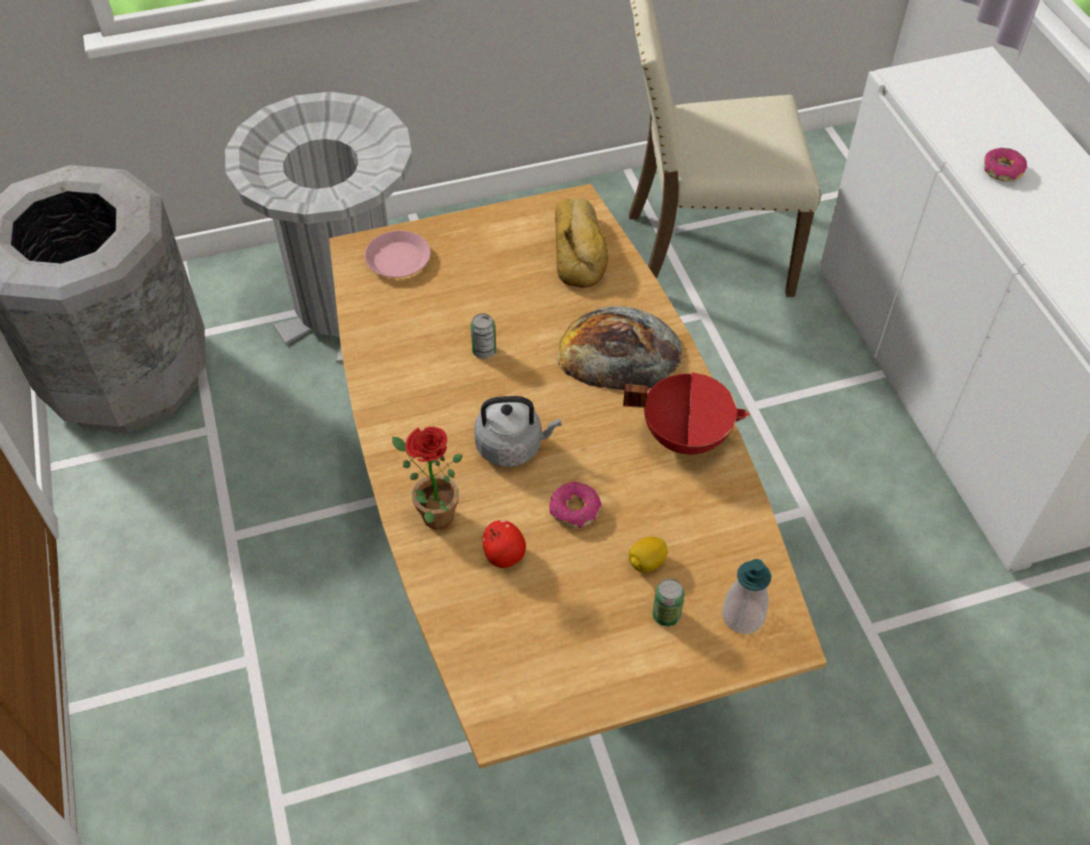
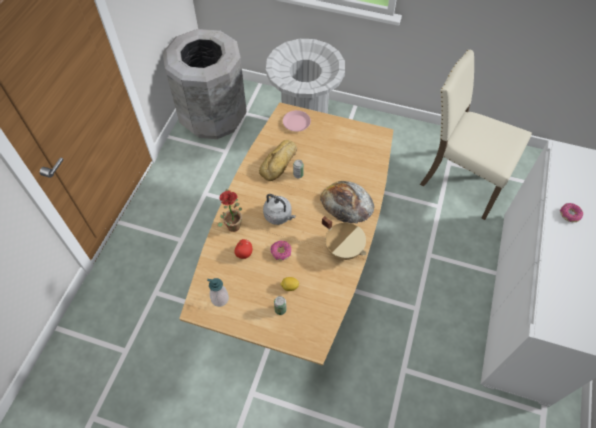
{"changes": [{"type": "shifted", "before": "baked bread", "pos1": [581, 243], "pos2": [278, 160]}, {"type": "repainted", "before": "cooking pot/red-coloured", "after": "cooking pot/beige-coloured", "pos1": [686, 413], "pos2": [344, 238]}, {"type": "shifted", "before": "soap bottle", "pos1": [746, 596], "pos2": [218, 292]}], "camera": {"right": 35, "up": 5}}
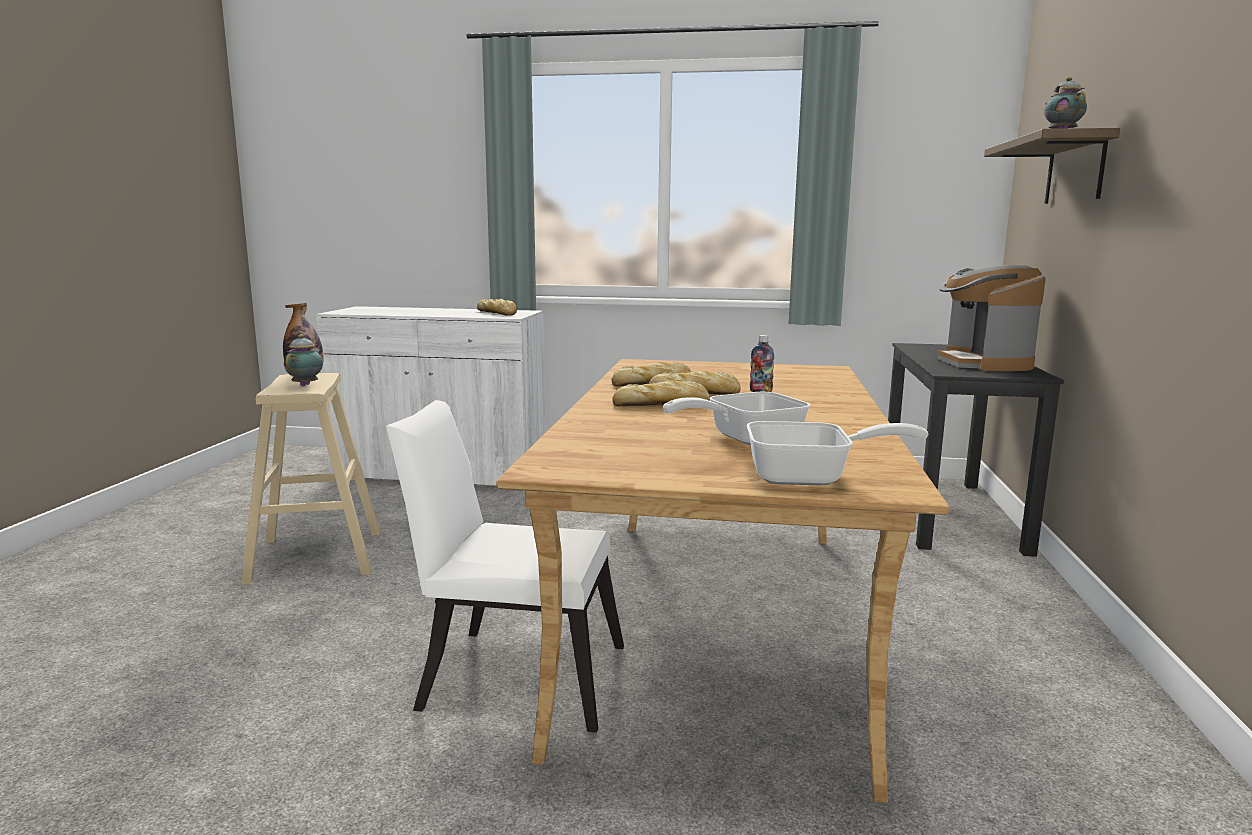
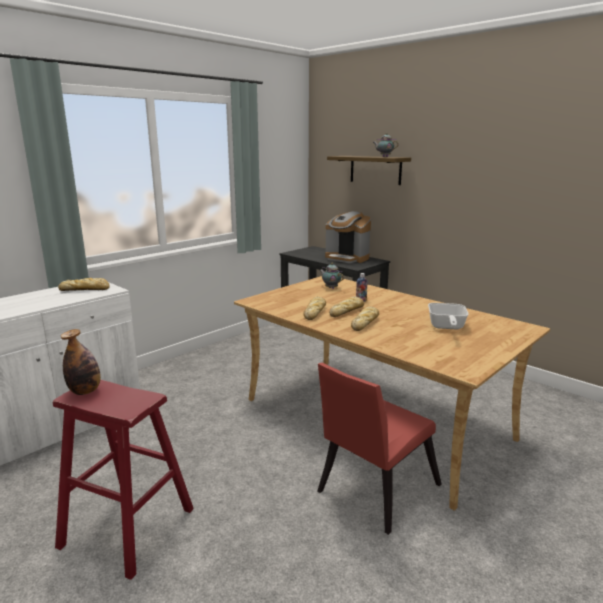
{"changes": [{"type": "repainted", "before": "sitting stool/beige-coloured", "after": "sitting stool/red-coloured", "pos1": [310, 479], "pos2": [123, 479]}, {"type": "shifted", "before": "pot for tea", "pos1": [303, 360], "pos2": [331, 276]}, {"type": "repainted", "before": "upright chair/white-coloured", "after": "upright chair/red-coloured", "pos1": [505, 566], "pos2": [379, 449]}, {"type": "gone", "before": "skillet", "pos1": [837, 453]}], "camera": {"right": -55, "up": 5}}
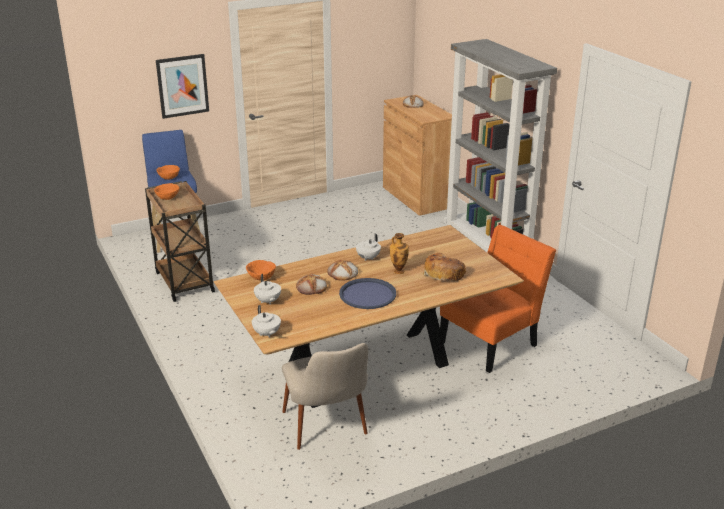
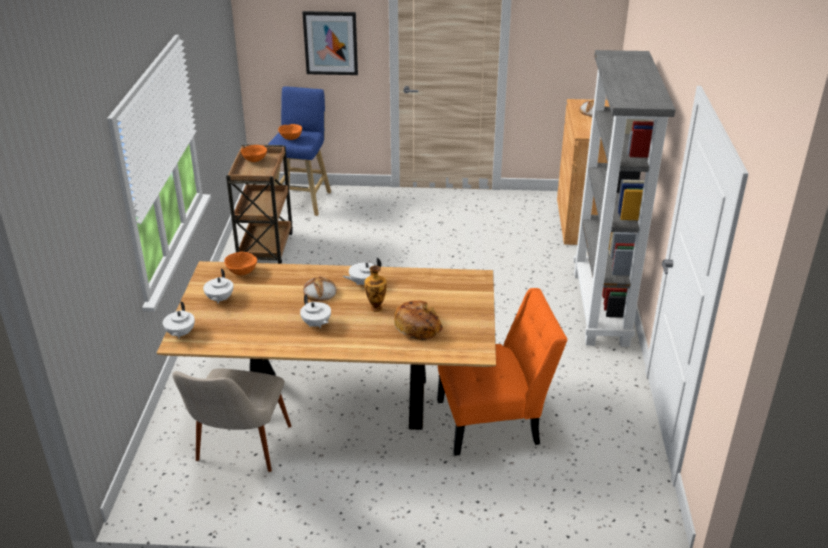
{"changes": [{"type": "gone", "before": "baked bread", "pos1": [311, 284]}, {"type": "swapped", "before": "tray/blue", "after": "pot for tea/white-coloured", "pos1": [367, 293], "pos2": [315, 311]}], "camera": {"right": 30, "up": 5}}
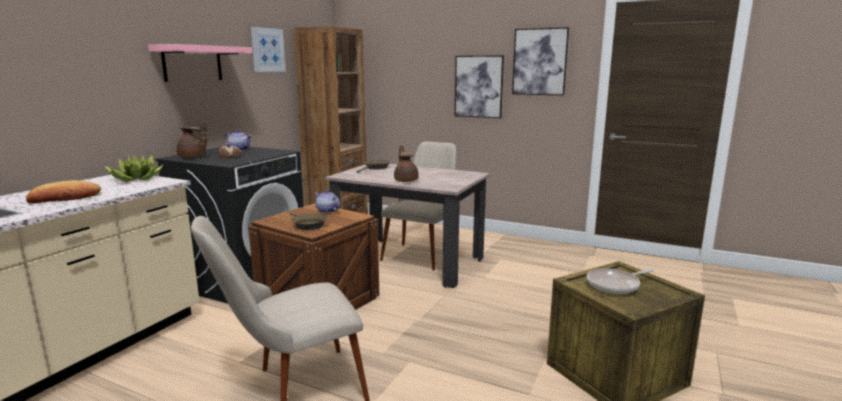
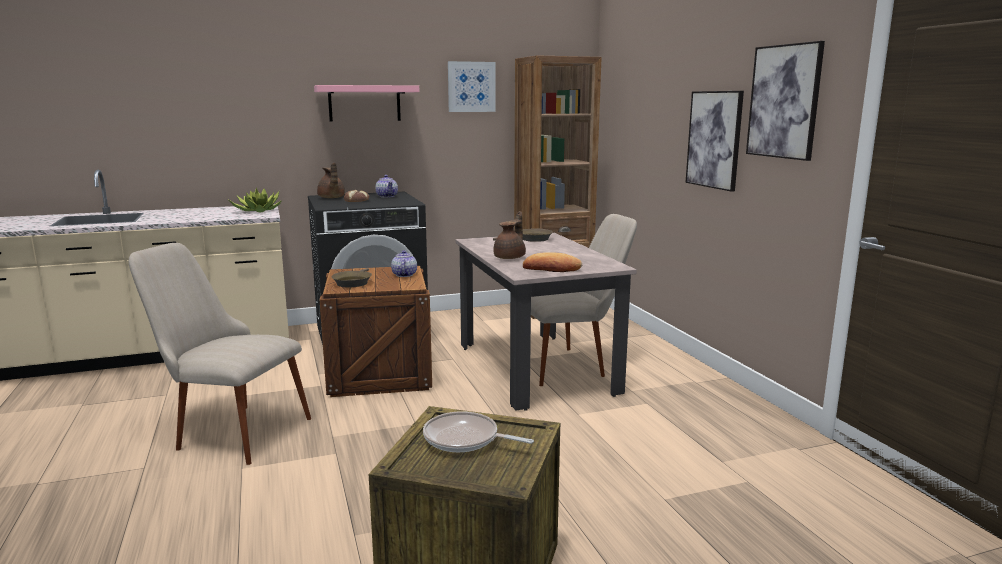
{"changes": [{"type": "shifted", "before": "baked bread", "pos1": [63, 191], "pos2": [552, 262]}], "camera": {"right": 45, "up": 0}}
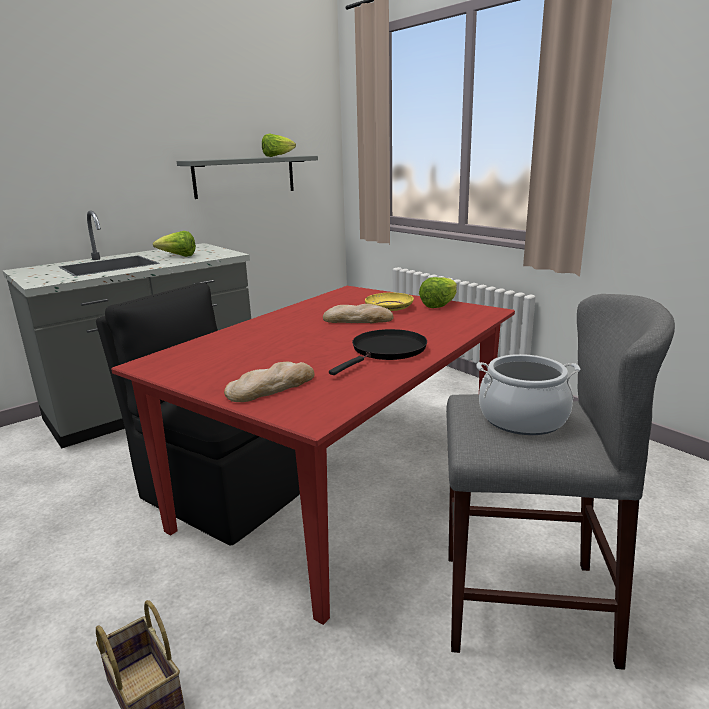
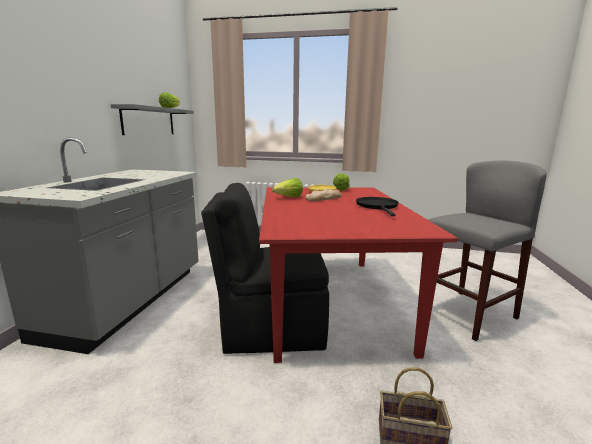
{"changes": [{"type": "shifted", "before": "head of lettuce", "pos1": [174, 244], "pos2": [287, 187]}, {"type": "gone", "before": "baked bread", "pos1": [269, 382]}, {"type": "gone", "before": "cooking pot", "pos1": [528, 394]}], "camera": {"right": -40, "up": -5}}
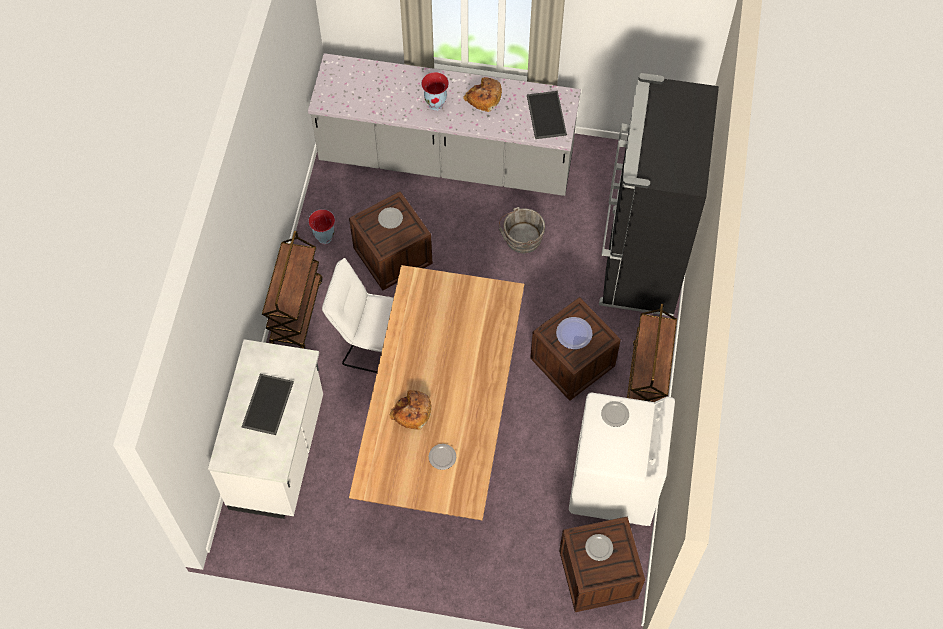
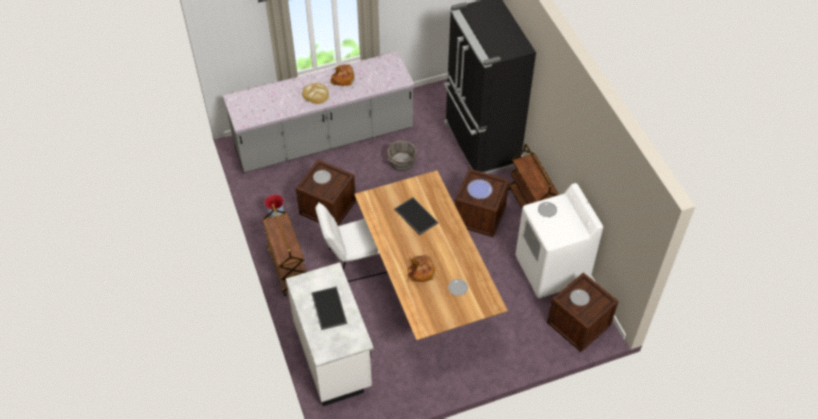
{"changes": [{"type": "swapped", "before": "decorative vase", "after": "baked bread", "pos1": [435, 91], "pos2": [315, 93]}, {"type": "shifted", "before": "tray", "pos1": [547, 115], "pos2": [416, 216]}], "camera": {"right": -30, "up": -10}}
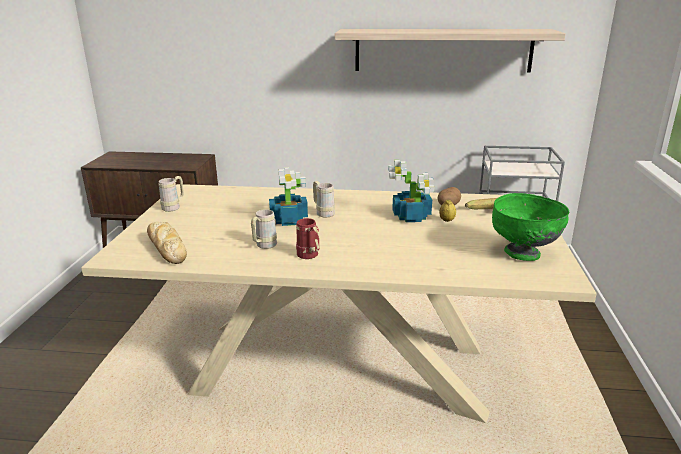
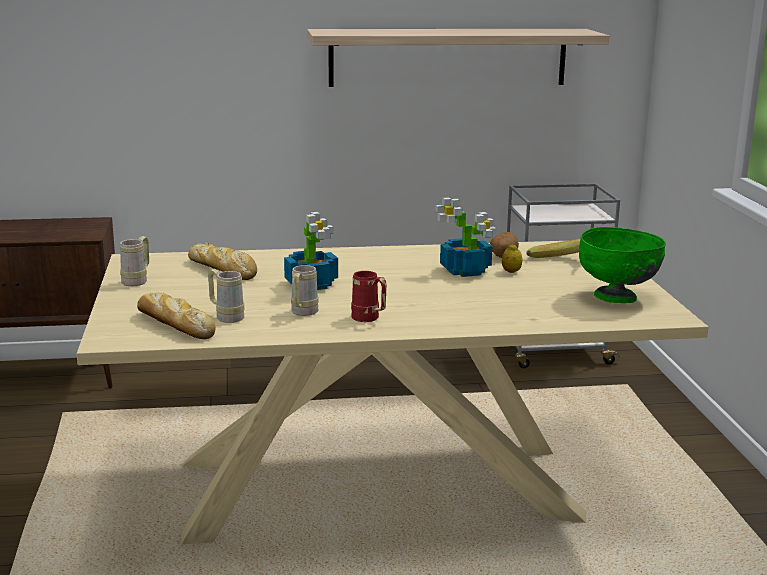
{"changes": [{"type": "shifted", "before": "mug/beige-coloured", "pos1": [324, 199], "pos2": [226, 296]}, {"type": "new", "after": "baked bread", "pos2": [222, 261]}], "camera": {"right": -15, "up": -5}}
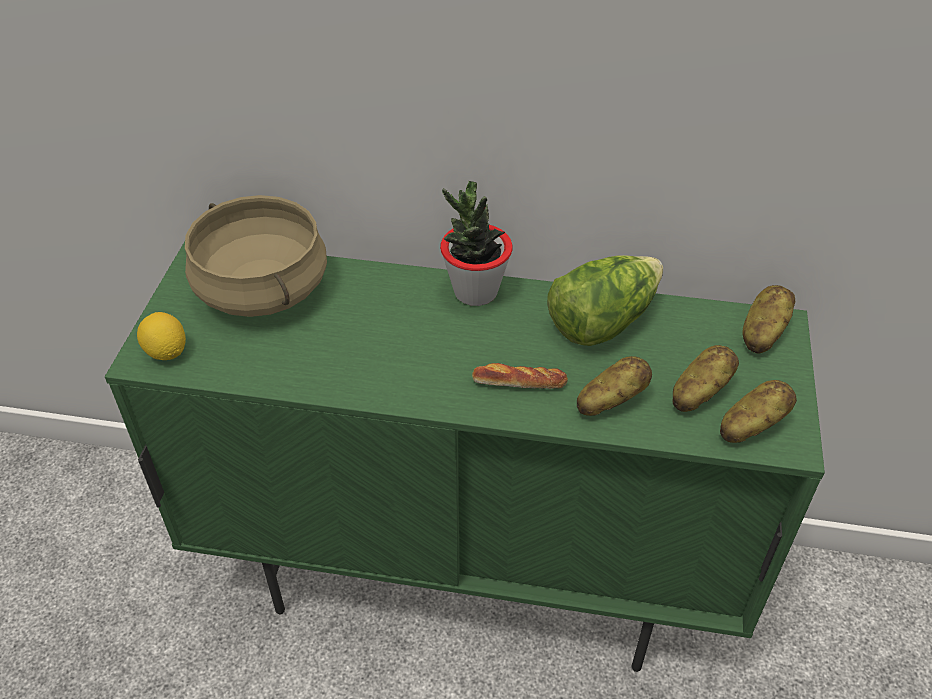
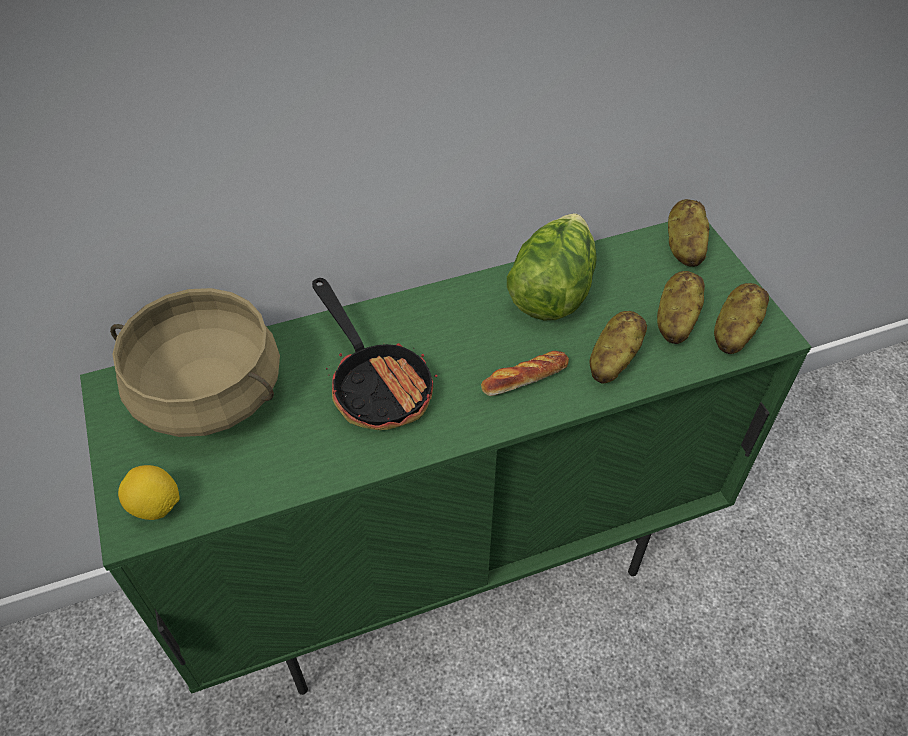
{"changes": [{"type": "gone", "before": "plant in a pot", "pos1": [476, 243]}, {"type": "new", "after": "skillet", "pos2": [375, 354]}], "camera": {"right": -30, "up": 5}}
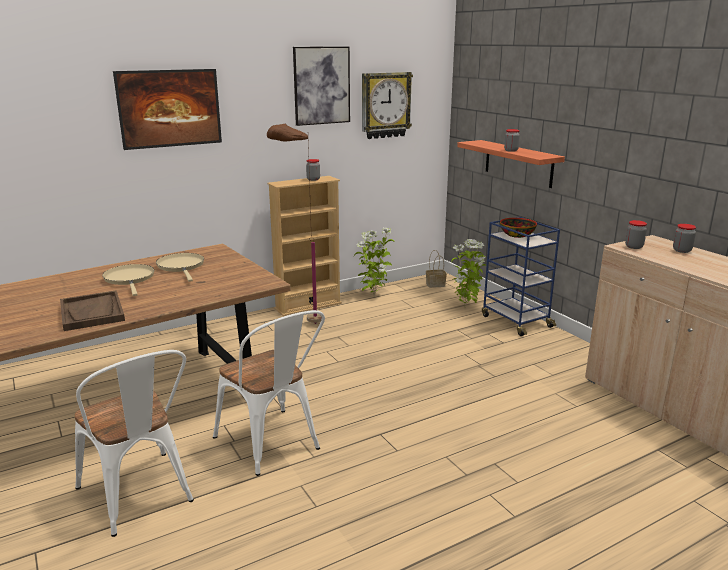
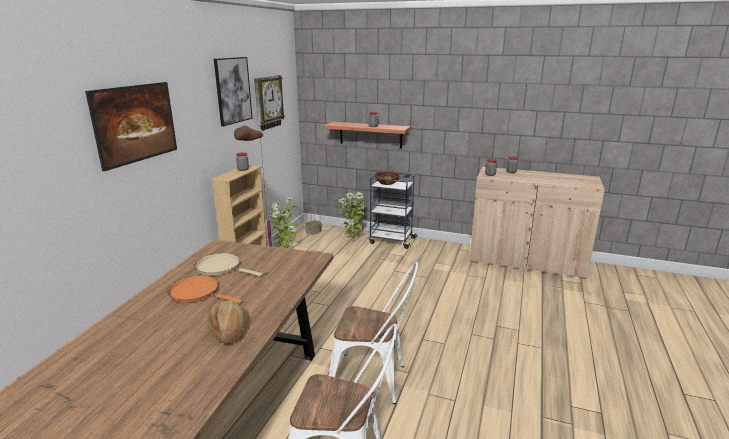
{"changes": [{"type": "swapped", "before": "tray/brown-coloured", "after": "baked bread", "pos1": [92, 310], "pos2": [226, 322]}, {"type": "repainted", "before": "skillet/beige-coloured", "after": "skillet/orange", "pos1": [128, 280], "pos2": [205, 289]}], "camera": {"right": -40, "up": 0}}
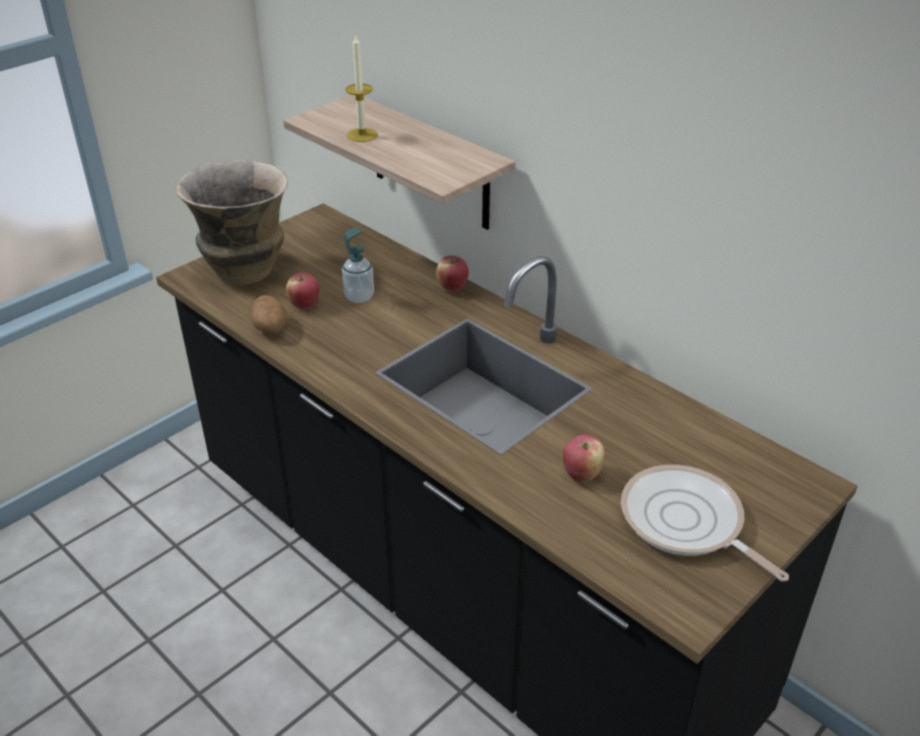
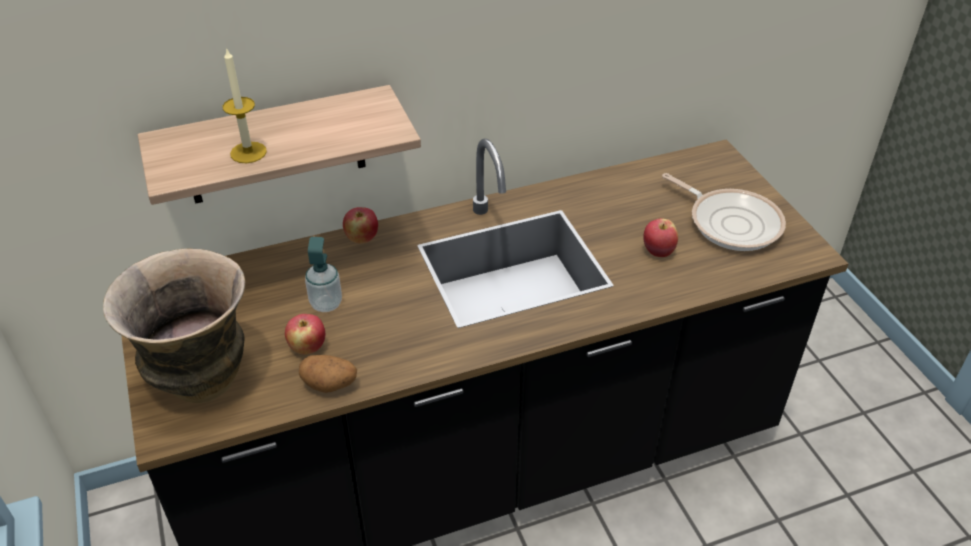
{"changes": [{"type": "rotated", "before": "skillet", "pos1": [705, 523], "pos2": [724, 212], "turn": -120}], "camera": {"right": -65, "up": 5}}
